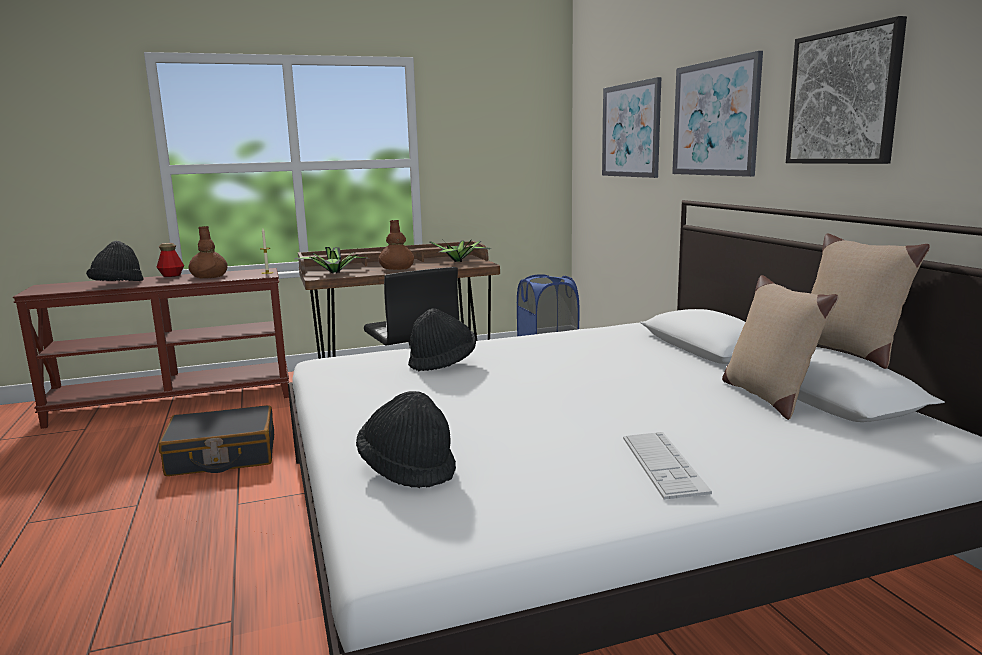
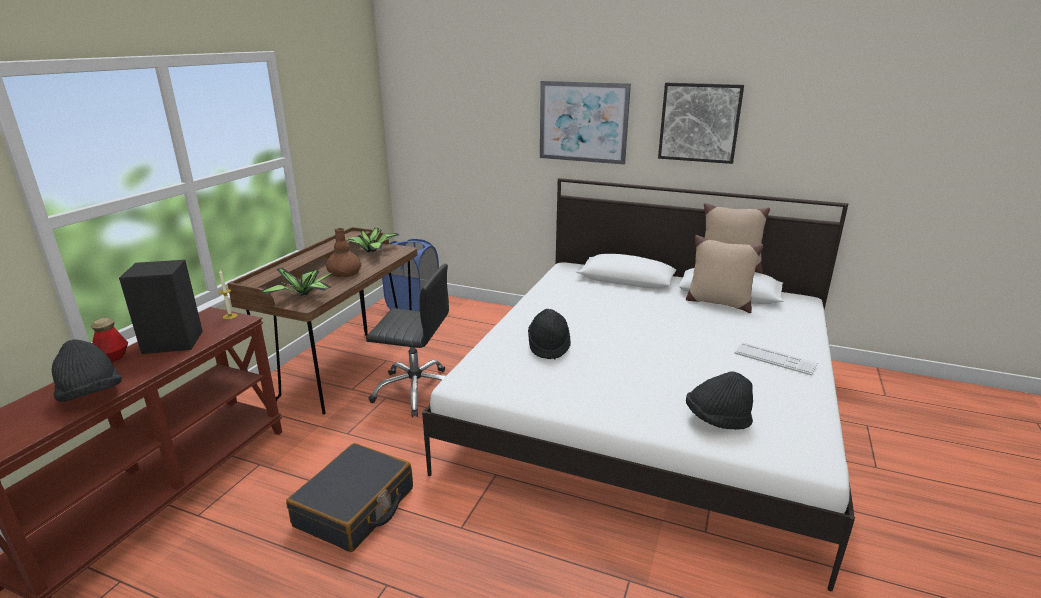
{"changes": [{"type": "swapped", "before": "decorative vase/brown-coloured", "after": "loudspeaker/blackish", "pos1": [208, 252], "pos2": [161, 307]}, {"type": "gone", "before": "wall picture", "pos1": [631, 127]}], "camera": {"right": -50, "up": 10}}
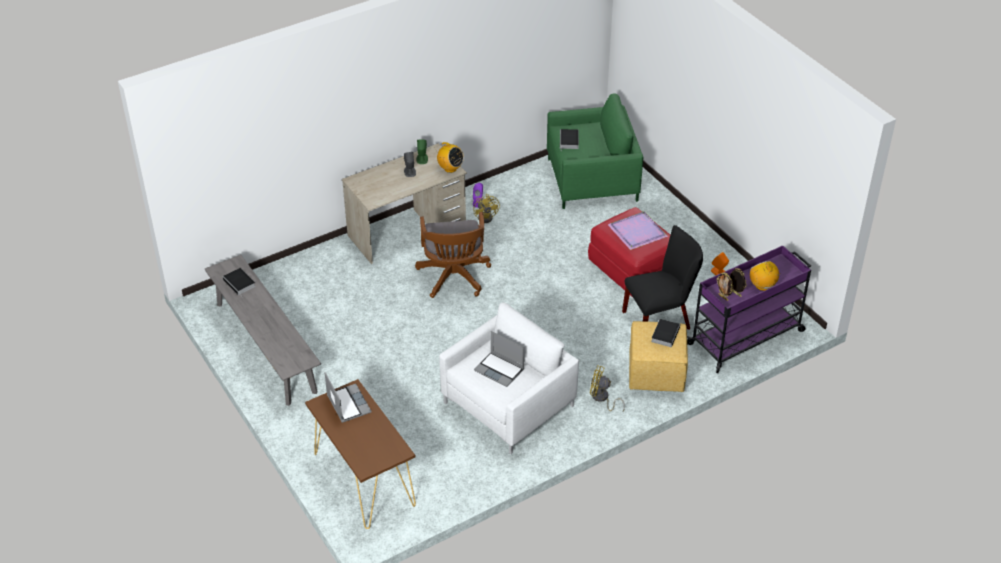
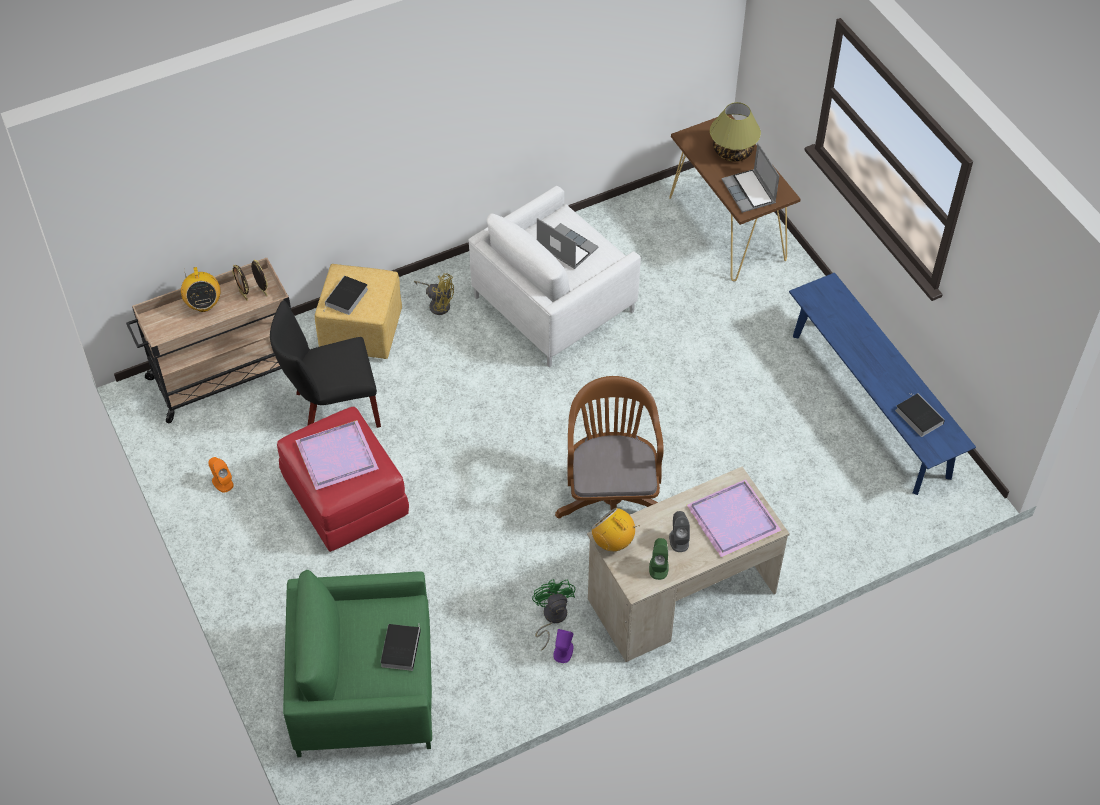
{"changes": [{"type": "repainted", "before": "indoor bench/gray", "after": "indoor bench/blue", "pos1": [263, 330], "pos2": [882, 384]}, {"type": "repainted", "before": "fan/yellowish", "after": "fan/greenish", "pos1": [486, 208], "pos2": [554, 614]}, {"type": "repainted", "before": "trolley/purple-coloured", "after": "trolley/beige-coloured", "pos1": [749, 309], "pos2": [208, 340]}, {"type": "new", "after": "tray/purple-coloured", "pos2": [733, 518]}, {"type": "new", "after": "table lamp", "pos2": [735, 132]}], "camera": {"right": -175, "up": 10}}
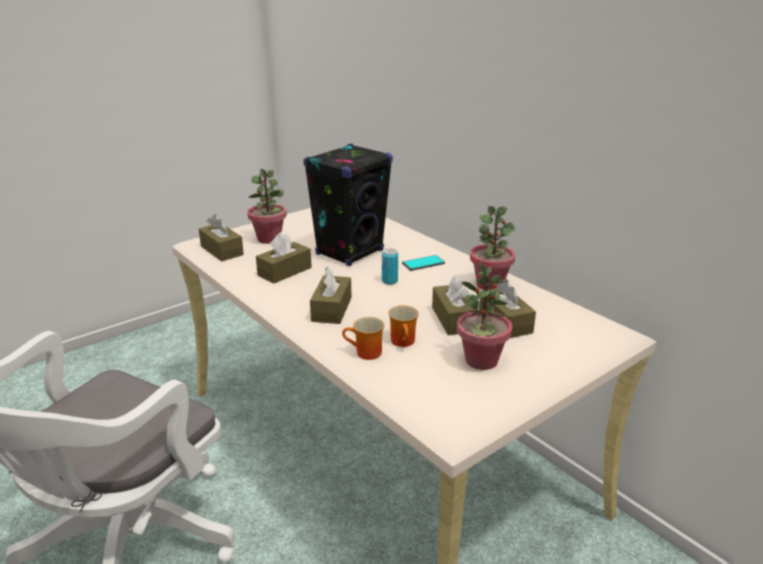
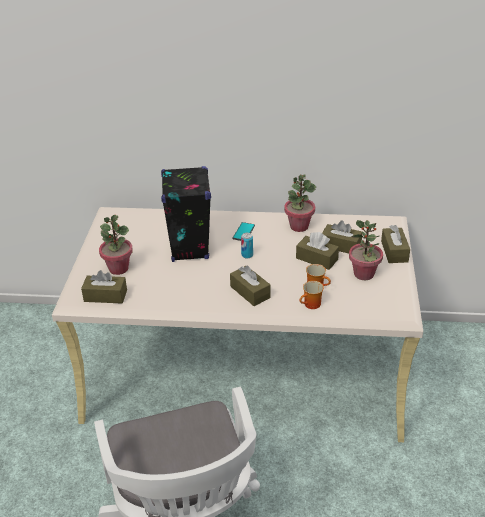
{"changes": [{"type": "shifted", "before": "box of tissues/brown-coloured", "pos1": [284, 257], "pos2": [395, 244]}], "camera": {"right": -45, "up": 10}}
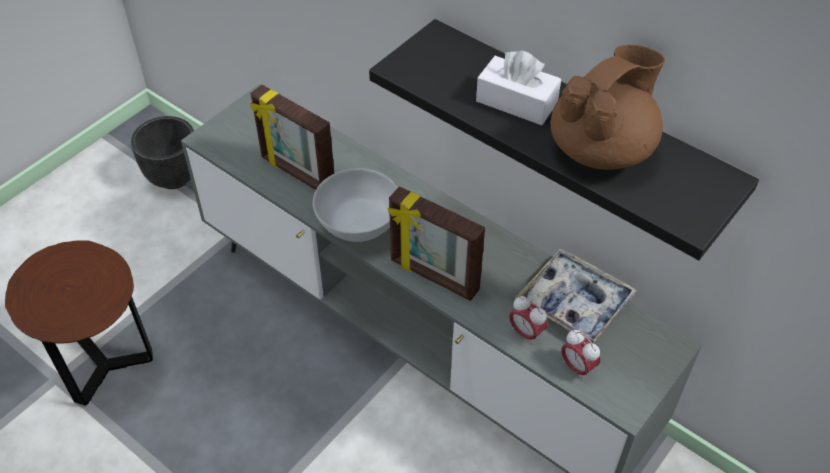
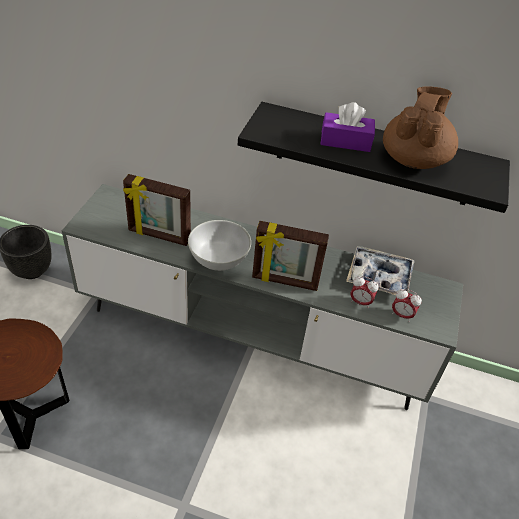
{"changes": [{"type": "repainted", "before": "box of tissues/white-coloured", "after": "box of tissues/purple-coloured", "pos1": [518, 87], "pos2": [347, 127]}], "camera": {"right": -25, "up": -5}}
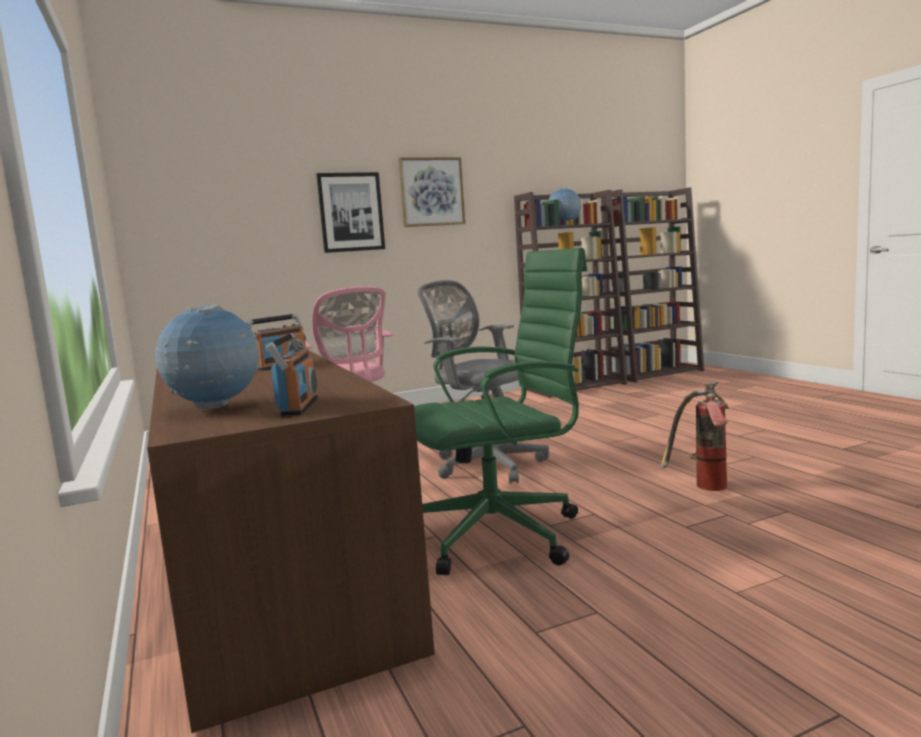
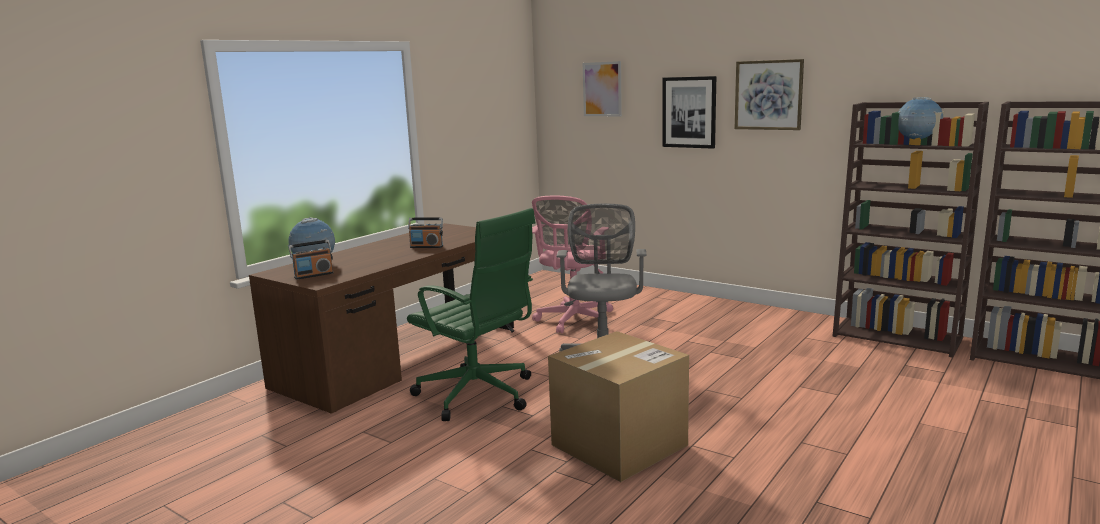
{"changes": [{"type": "swapped", "before": "fire extinguisher", "after": "carton", "pos1": [694, 436], "pos2": [618, 406]}, {"type": "new", "after": "wall picture", "pos2": [602, 88]}], "camera": {"right": 60, "up": 5}}
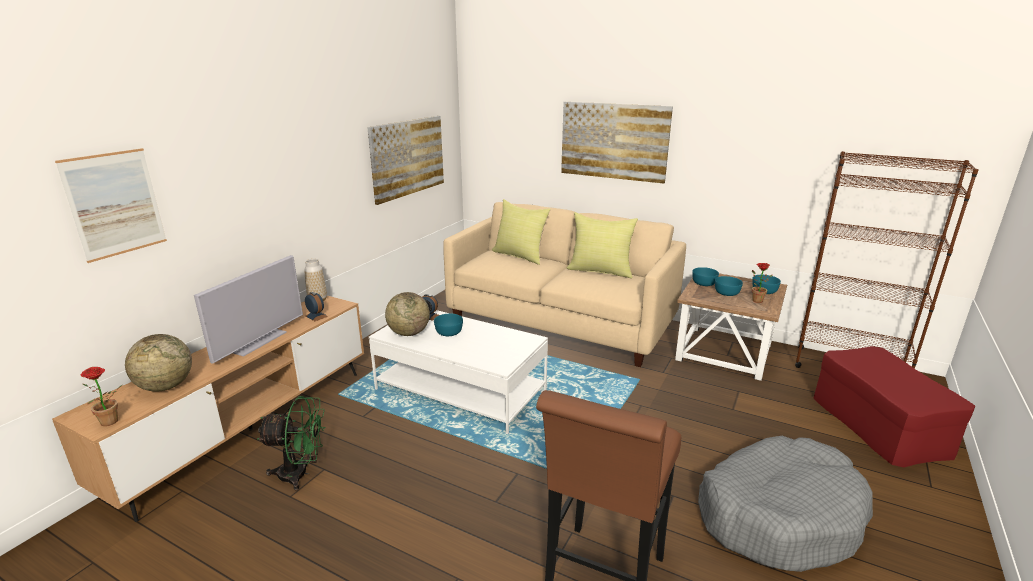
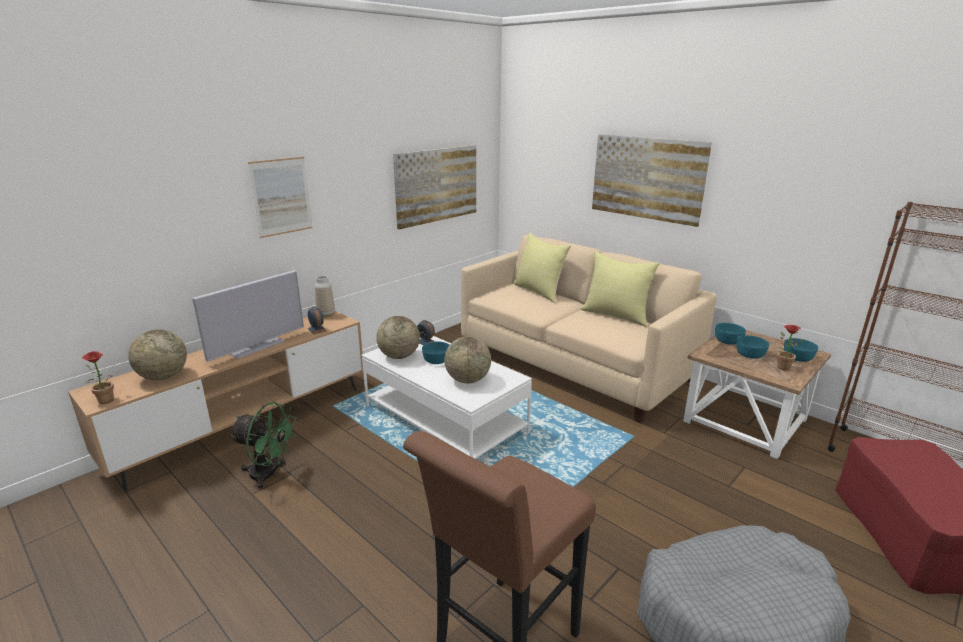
{"changes": [{"type": "shifted", "before": "wall picture", "pos1": [111, 205], "pos2": [280, 197]}, {"type": "new", "after": "globe", "pos2": [467, 359]}], "camera": {"right": 15, "up": 0}}
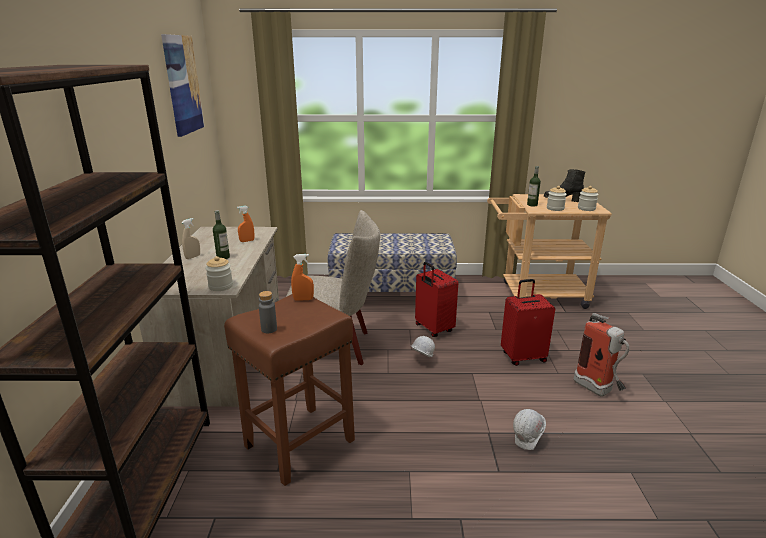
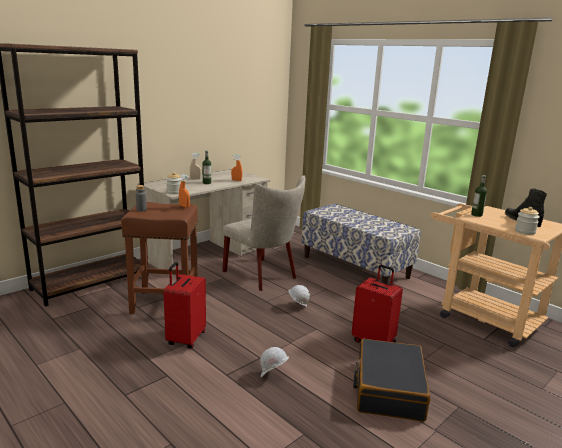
{"changes": [{"type": "gone", "before": "wall picture", "pos1": [182, 85]}, {"type": "shifted", "before": "suitcase/red-coloured", "pos1": [436, 299], "pos2": [184, 305]}, {"type": "gone", "before": "storage jar", "pos1": [557, 198]}, {"type": "swapped", "before": "fire extinguisher", "after": "suitcase/blackish", "pos1": [601, 354], "pos2": [391, 380]}], "camera": {"right": 45, "up": -5}}
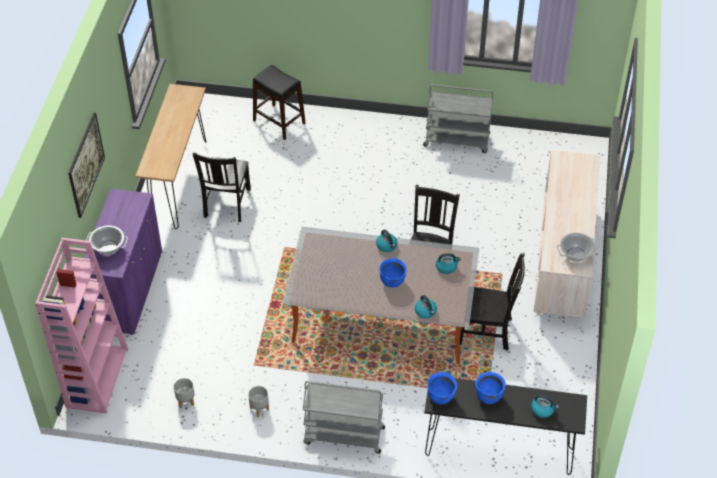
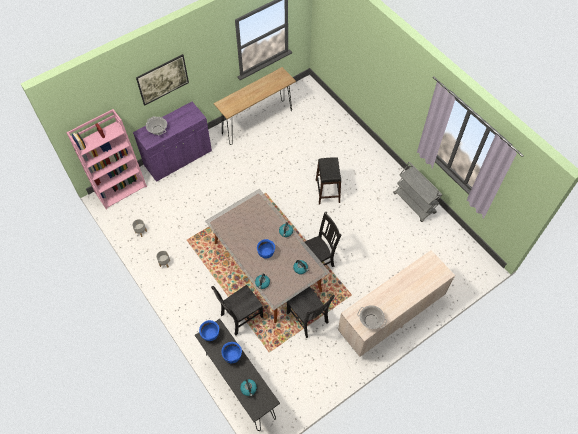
{"changes": [{"type": "shifted", "before": "upright chair/blackish", "pos1": [221, 187], "pos2": [237, 310]}, {"type": "shifted", "before": "sitting stool/blackish", "pos1": [279, 102], "pos2": [328, 181]}, {"type": "gone", "before": "trolley/gray", "pos1": [344, 417]}], "camera": {"right": 45, "up": 10}}
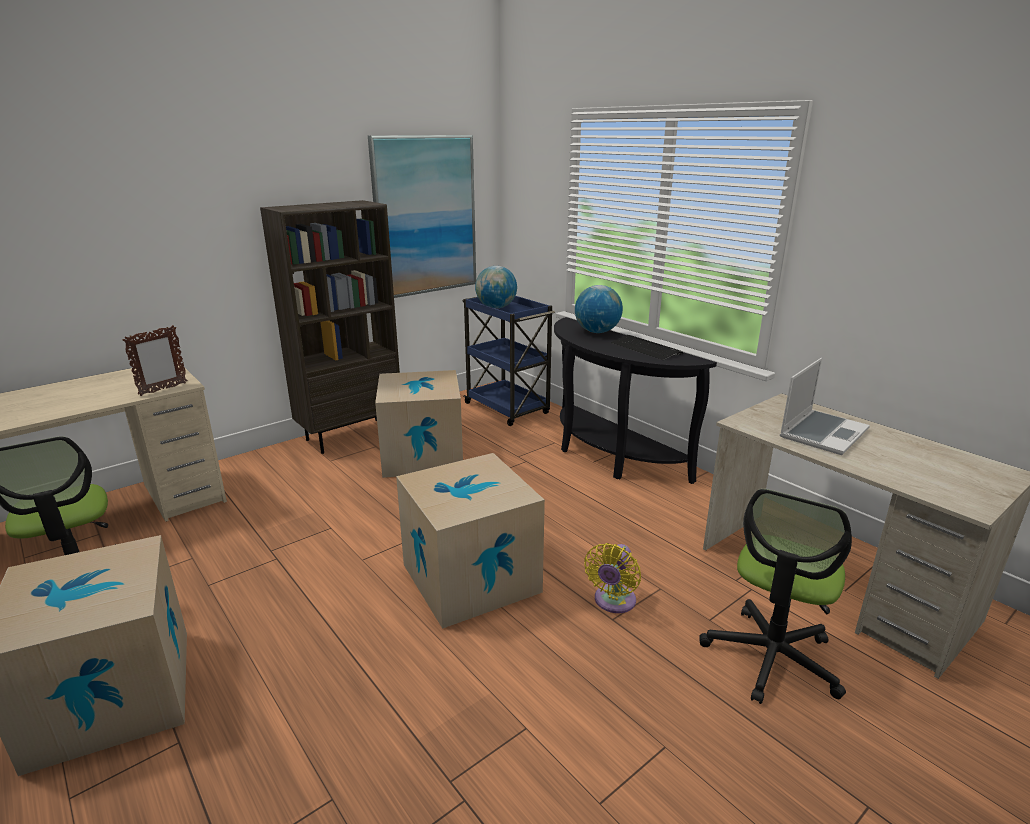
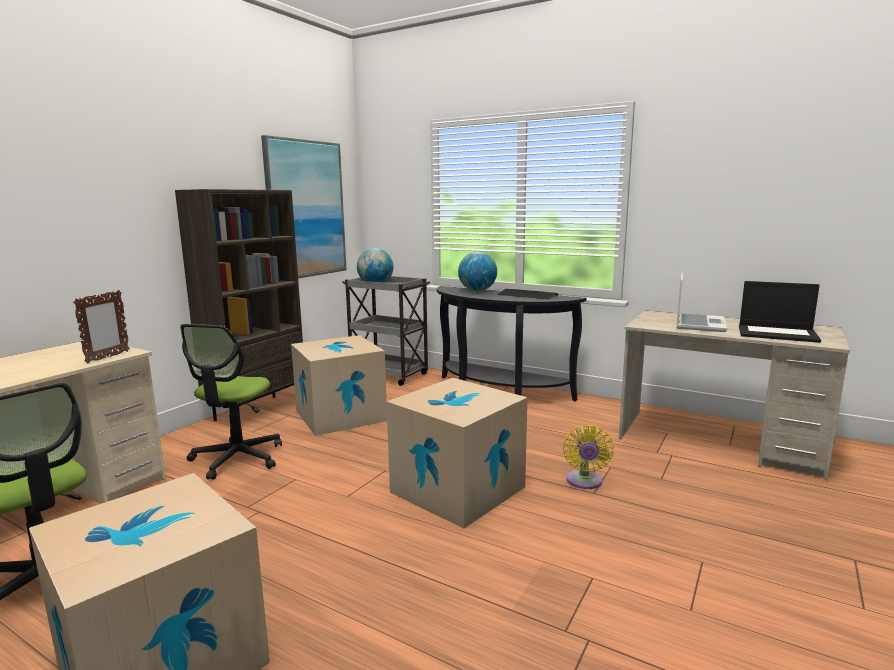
{"changes": [{"type": "repainted", "before": "trolley/blue", "after": "trolley/gray", "pos1": [509, 361], "pos2": [386, 331]}, {"type": "shifted", "before": "desk chair", "pos1": [775, 596], "pos2": [231, 402]}, {"type": "new", "after": "notebook computer", "pos2": [780, 312]}], "camera": {"right": -20, "up": -10}}
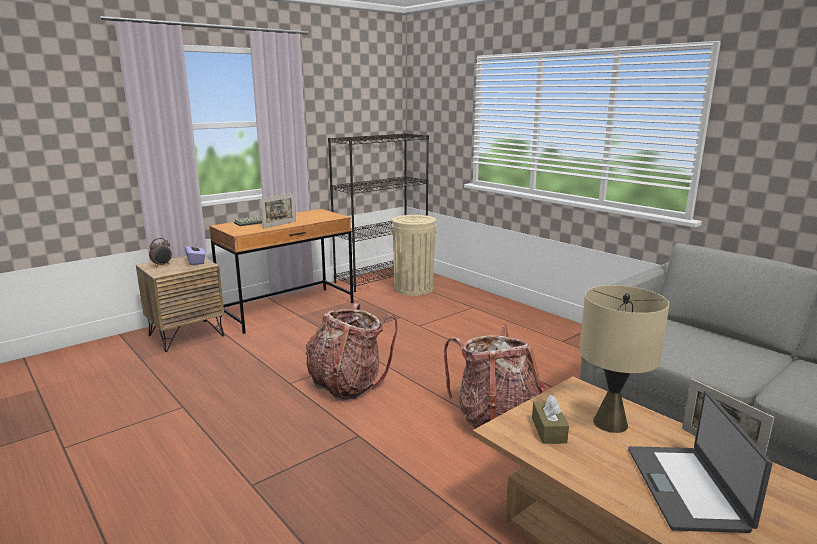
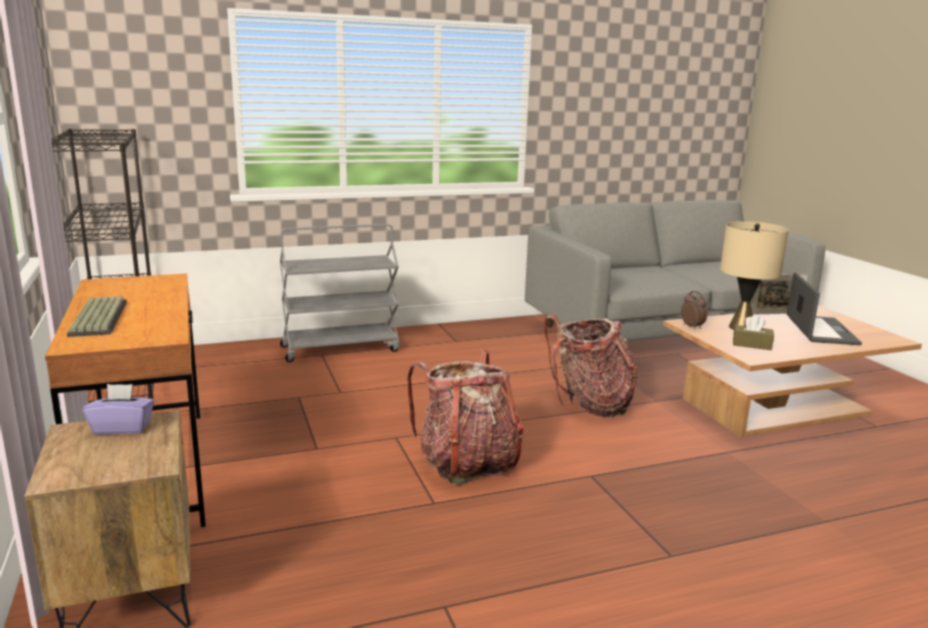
{"changes": [{"type": "shifted", "before": "alarm clock", "pos1": [160, 252], "pos2": [694, 310]}, {"type": "gone", "before": "photo frame", "pos1": [278, 211]}, {"type": "gone", "before": "waste bin/beige-coloured", "pos1": [413, 255]}, {"type": "rotated", "before": "notebook computer", "pos1": [700, 462], "pos2": [824, 309], "turn": -105}, {"type": "new", "after": "trolley/gray", "pos2": [340, 293]}], "camera": {"right": -70, "up": 0}}
